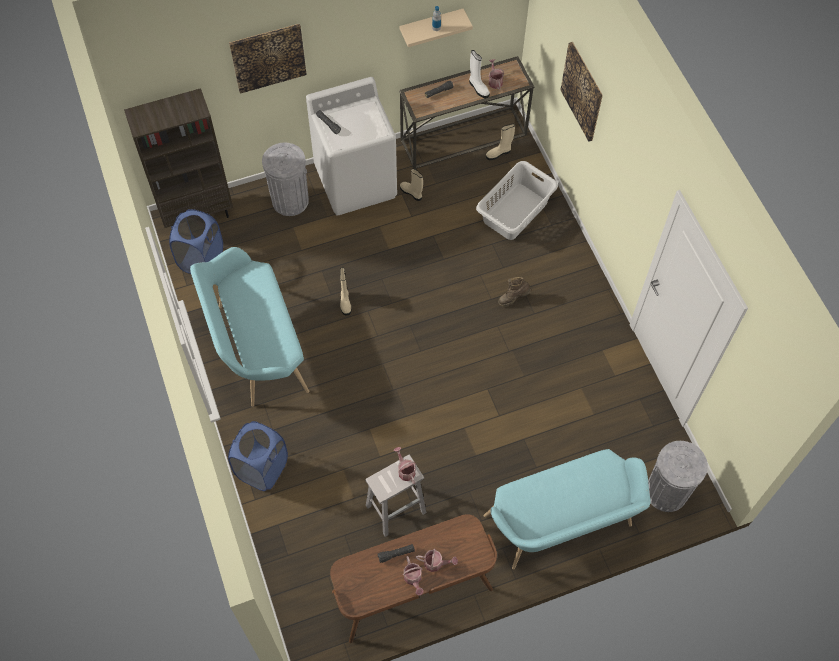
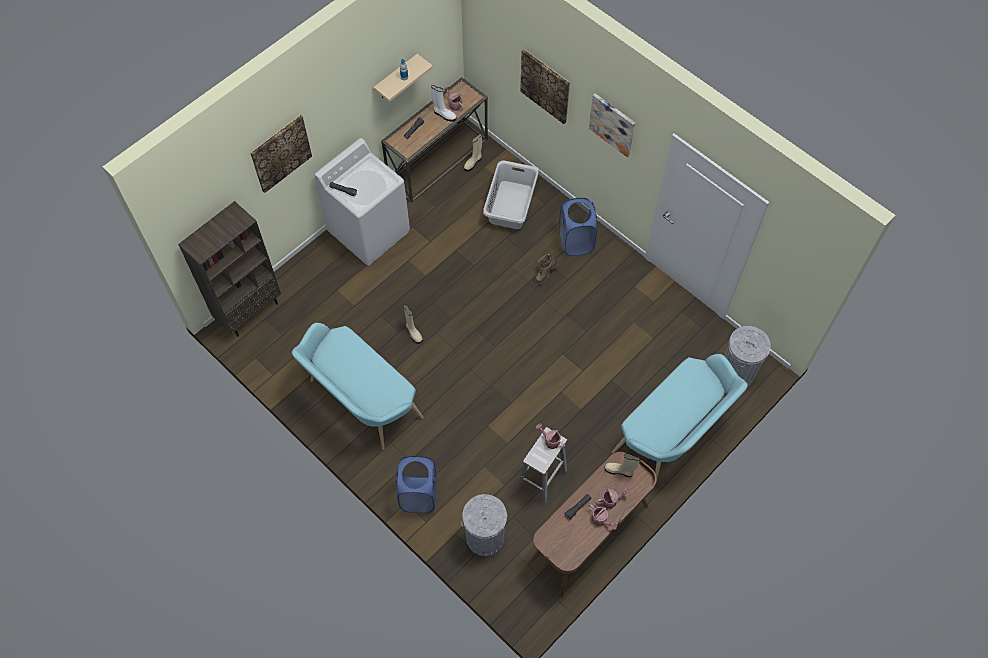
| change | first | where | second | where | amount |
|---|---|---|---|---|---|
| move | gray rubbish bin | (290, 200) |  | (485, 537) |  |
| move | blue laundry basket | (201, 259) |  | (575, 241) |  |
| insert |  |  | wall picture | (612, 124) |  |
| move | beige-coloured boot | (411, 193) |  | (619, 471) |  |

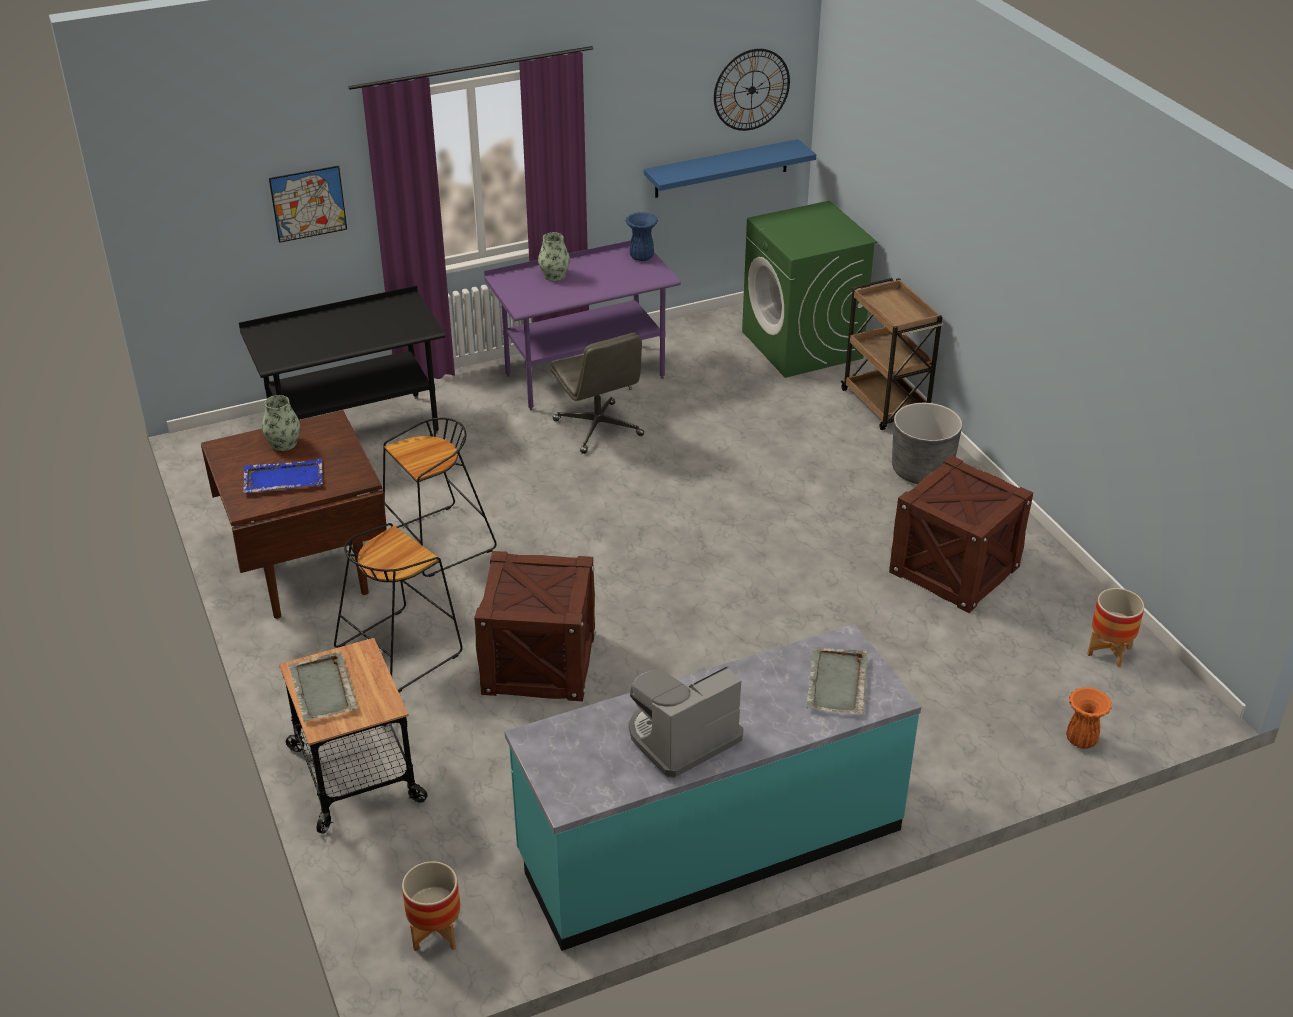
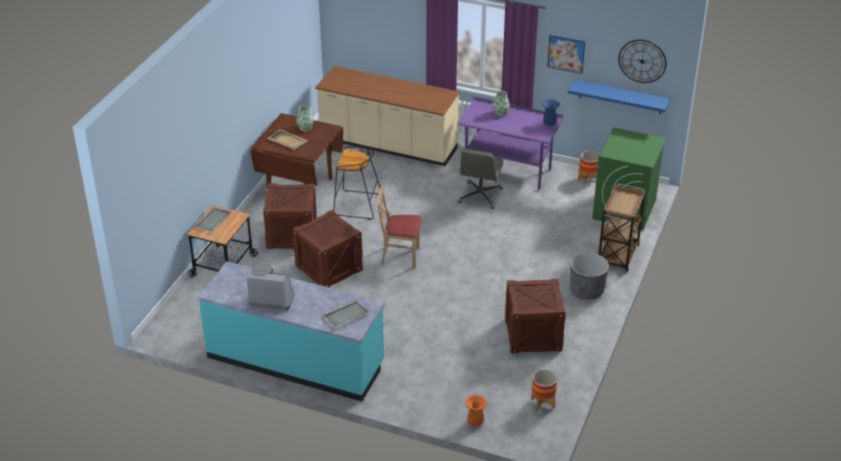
| change | first | where | second | where | amount |
|---|---|---|---|---|---|
| replace | blackish stool seat | (400, 649) | crate | (292, 234) |  |
| recolor | blue serving tray | (282, 478) | beige-coloured serving tray | (287, 140) |  |
| replace | blackish desk table | (355, 431) | beige-coloured counter | (388, 145) |  |
| insert |  |  | beige-coloured plain chair | (400, 256) |  |
| move | wall picture | (308, 203) |  | (566, 54) |  |
| move | flower pot | (435, 933) |  | (588, 180) |  |

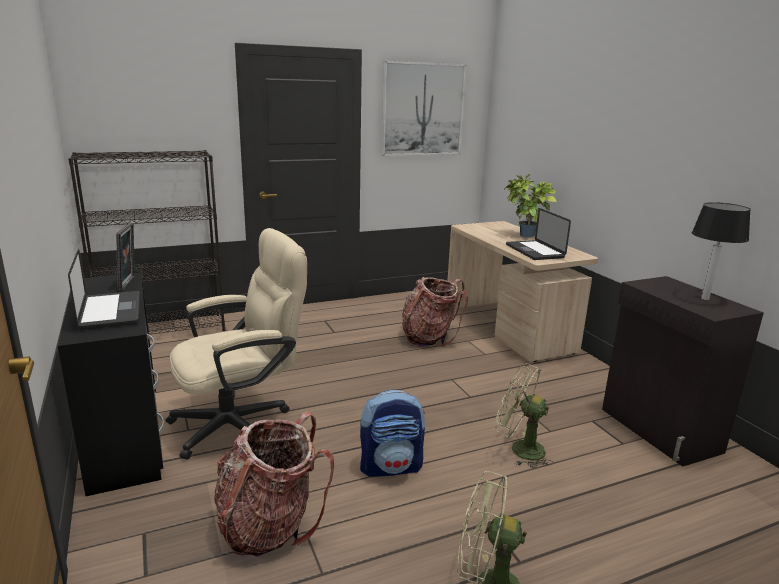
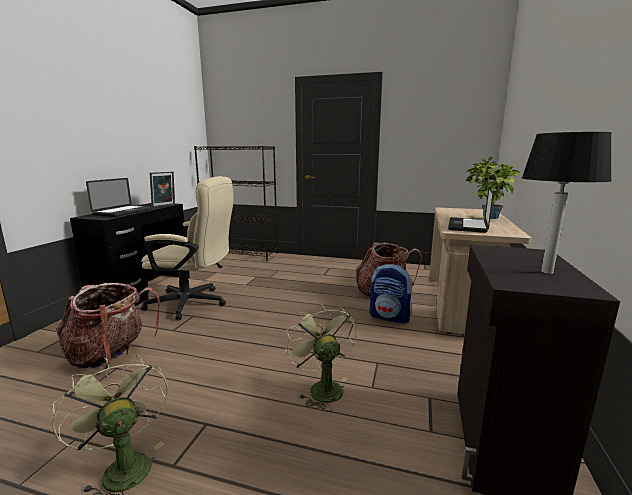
| change | first | where | second | where | amount |
|---|---|---|---|---|---|
| move | rucksack | (391, 466) |  | (390, 317) |  |
| delete | wall picture | (422, 110) |  |  |  |

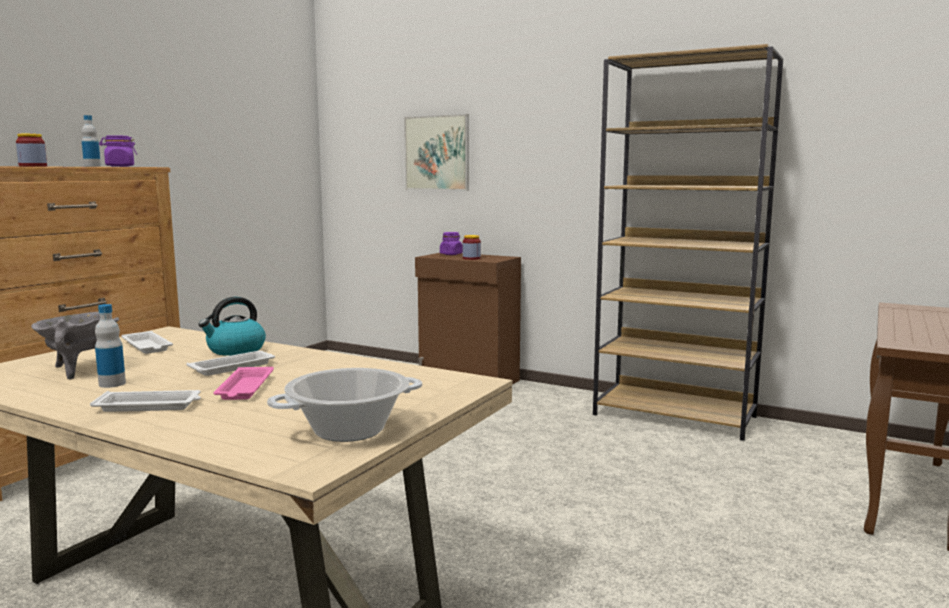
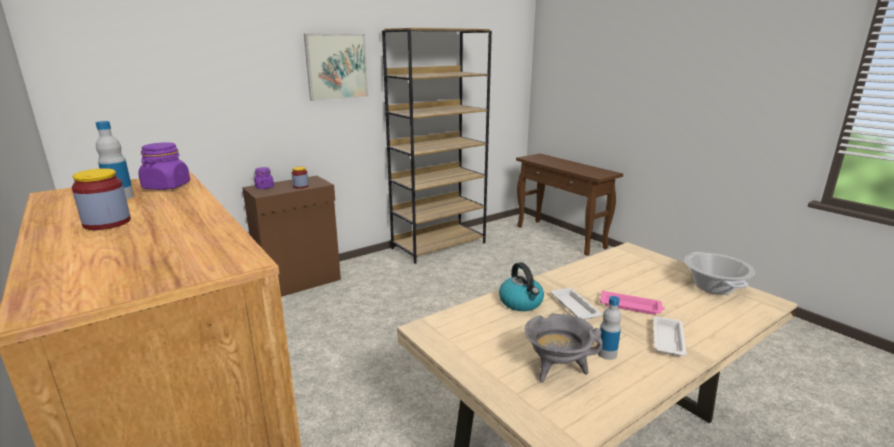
| change | first | where | second | where | amount |
|---|---|---|---|---|---|
| move | wall picture | (437, 153) |  | (337, 66) |  |
| delete | white serving tray | (147, 347) |  |  |  |

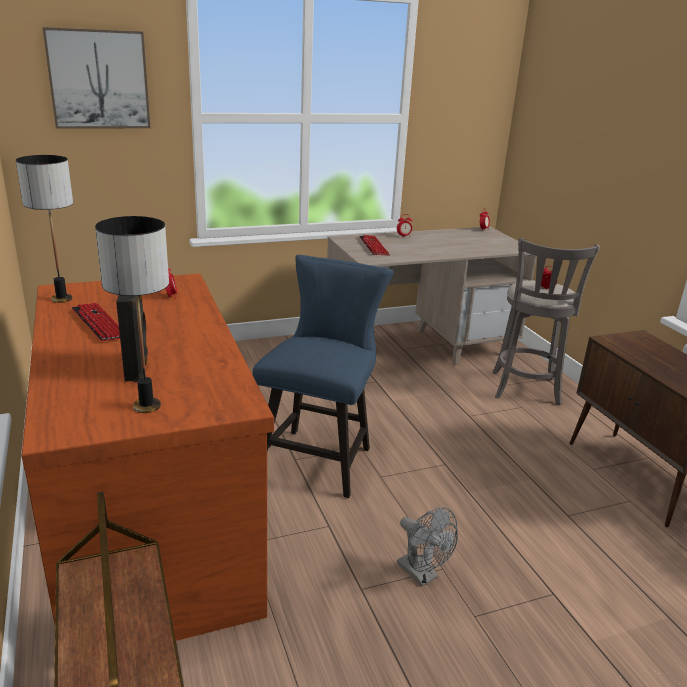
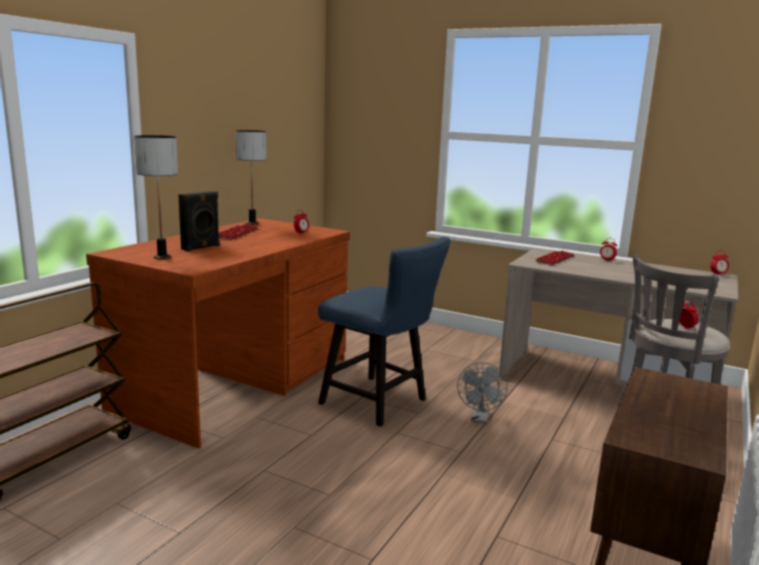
| change | first | where | second | where | amount |
|---|---|---|---|---|---|
| rotate | blue plain chair | (319, 456) |  | (380, 403) | 60 degrees clockwise |
| move | gray electric fan | (422, 574) |  | (479, 419) |  |
| delete | wall picture | (99, 79) |  |  |  |

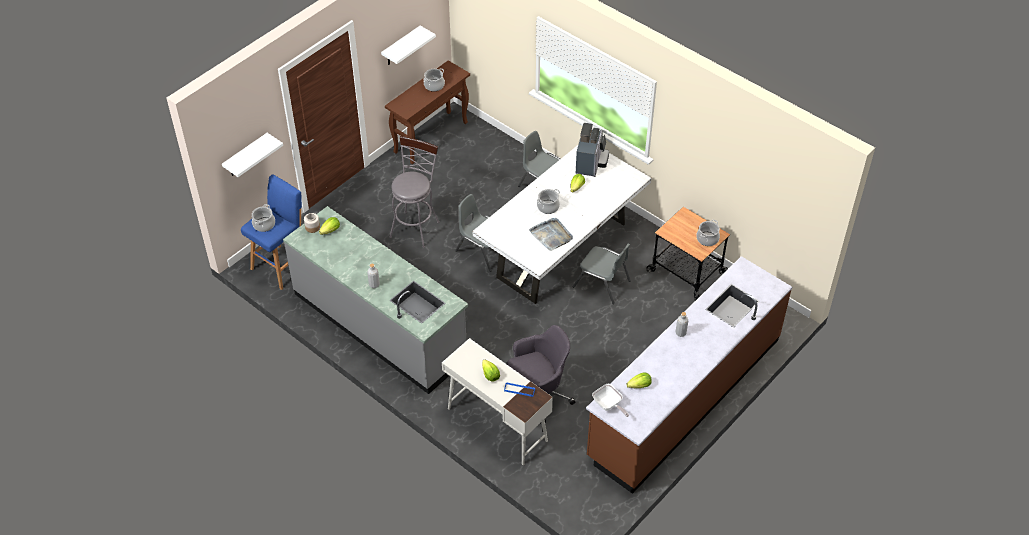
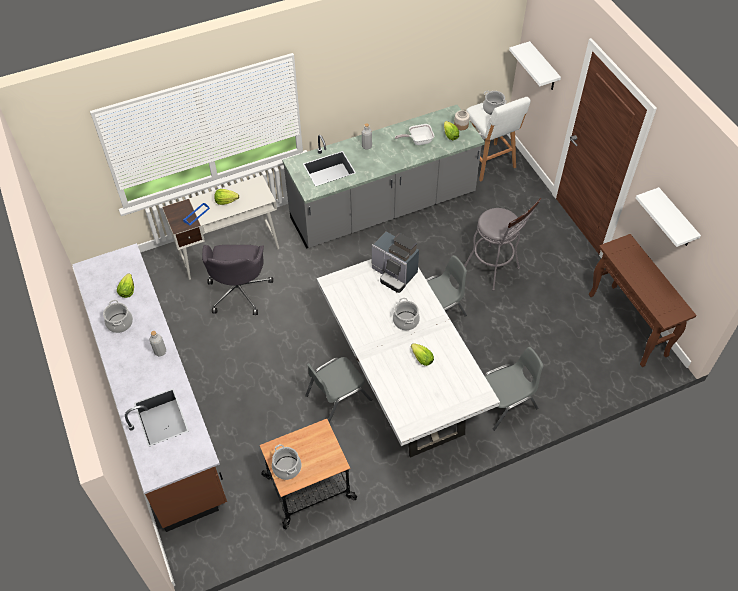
| change | first | where | second | where | amount |
|---|---|---|---|---|---|
| move | saucepot | (434, 85) |  | (120, 323) |  |
| move | coffee machine | (591, 163) |  | (394, 274) |  |
| move | frying pan | (608, 405) |  | (418, 141) |  |
| recolor | blue stool seat | (282, 266) | white stool seat | (489, 163) |  |
| delete | gray serving tray | (551, 235) |  |  |  |

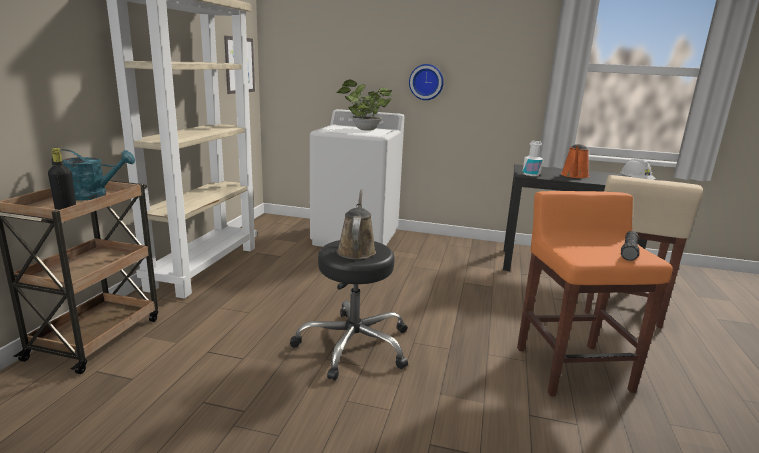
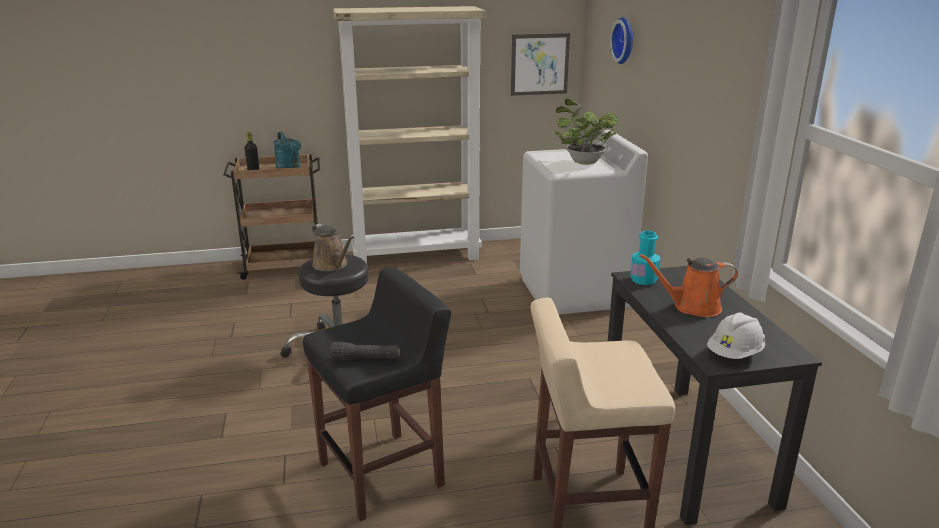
| change | first | where | second | where | amount |
|---|---|---|---|---|---|
| recolor | orangey stool seat | (571, 368) | blackish stool seat | (383, 474) |  |
| rotate | brownish watering pot | (356, 250) |  | (332, 265) | 75 degrees clockwise |
| move | wall clock | (426, 82) |  | (625, 40) |  |
| recolor | white drink bottle | (531, 174) | turquoise drink bottle | (643, 280) |  |

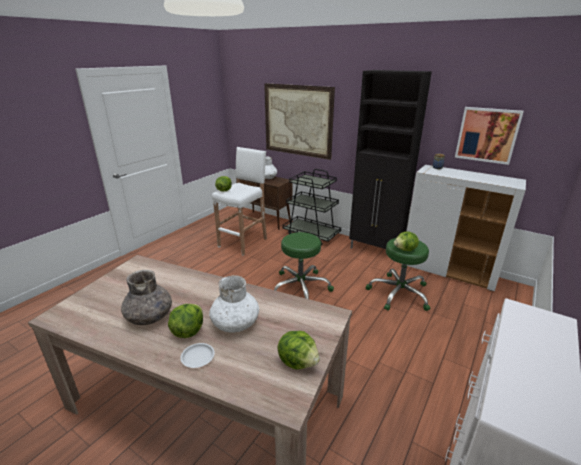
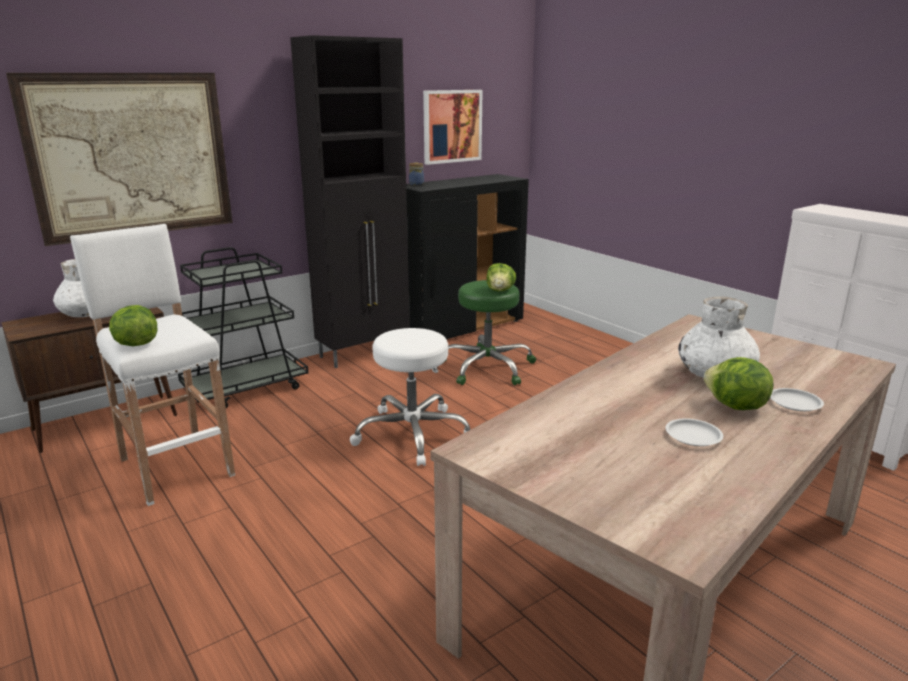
| change | first | where | second | where | amount |
|---|---|---|---|---|---|
| recolor | greenish stool seat | (301, 287) | white stool seat | (413, 434) |  |
| recolor | white storage cabinet | (448, 271) | blackish storage cabinet | (462, 327) |  |
| replace | gray decorative vase | (150, 316) | white flat dish | (692, 436) |  |
| delete | lettuce head | (298, 362) |  |  |  |

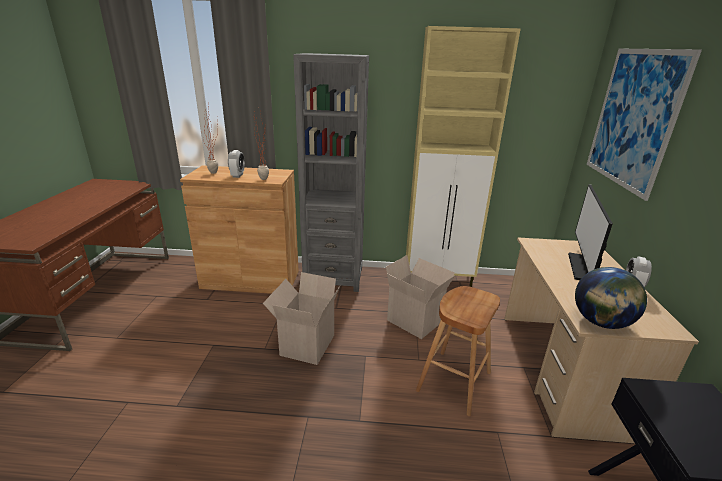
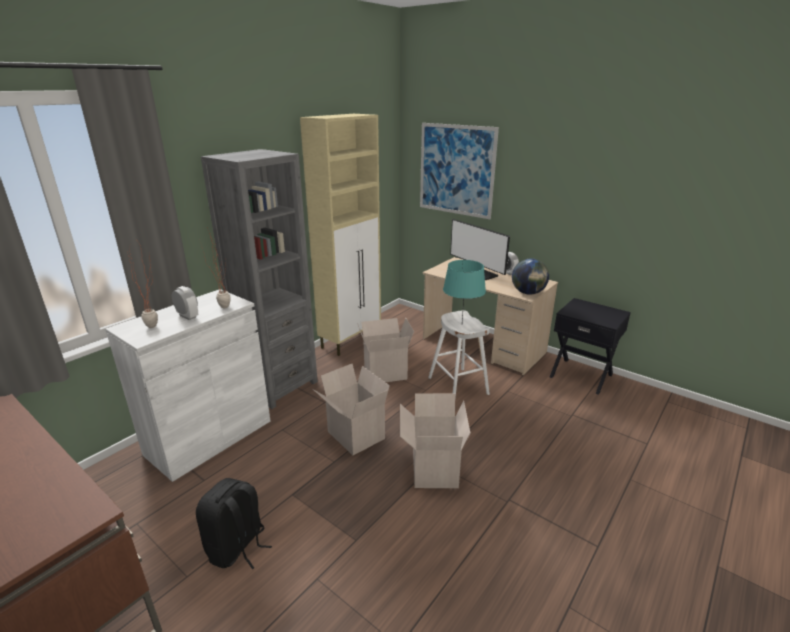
| change | first | where | second | where | amount |
|---|---|---|---|---|---|
| recolor | brownish storage cabinet | (250, 280) | white storage cabinet | (209, 437) |  |
| insert |  |  | blackish rucksack | (237, 547) |  |
| insert |  |  | cardboard box | (432, 469) |  |
| recolor | brownish stool seat | (454, 382) | white stool seat | (458, 386) |  |
| insert |  |  | turquoise table lamp | (461, 324) |  |

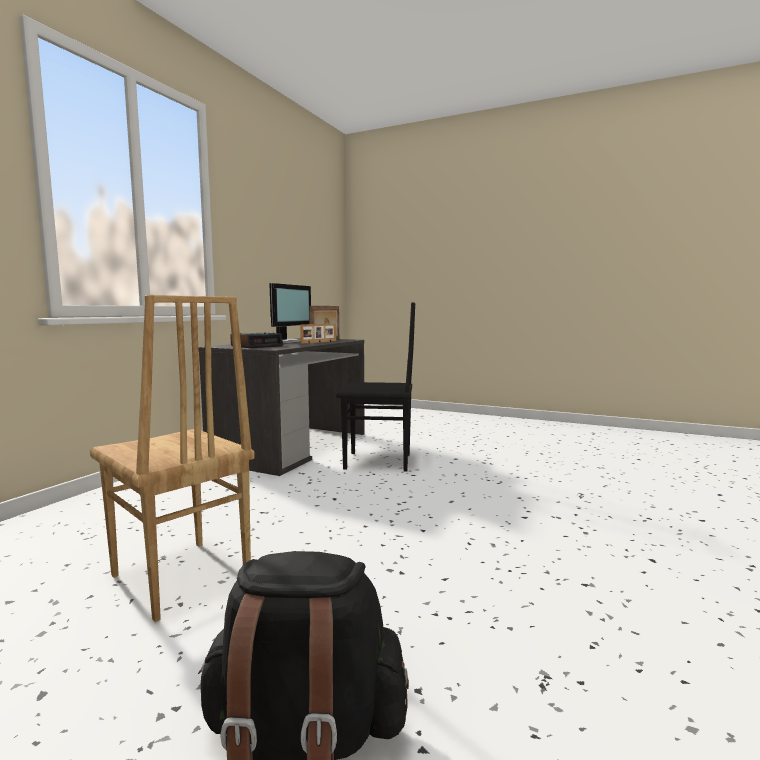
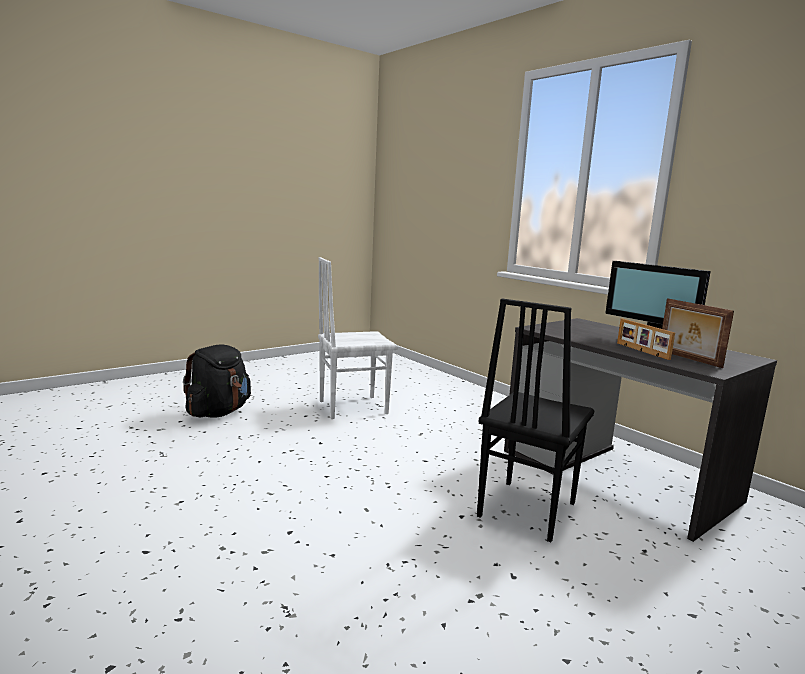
| change | first | where | second | where | amount |
|---|---|---|---|---|---|
| recolor | brownish plain chair | (179, 579) | white plain chair | (352, 407) |  |
| delete | table clock | (257, 346) |  |  |  |

